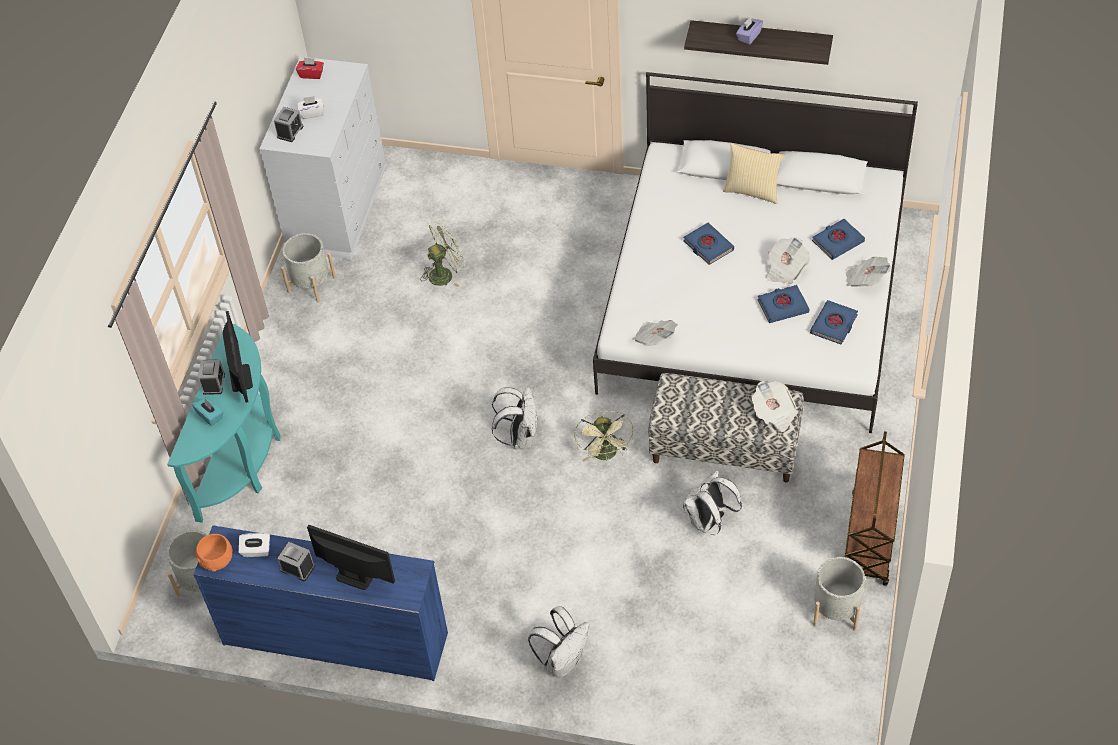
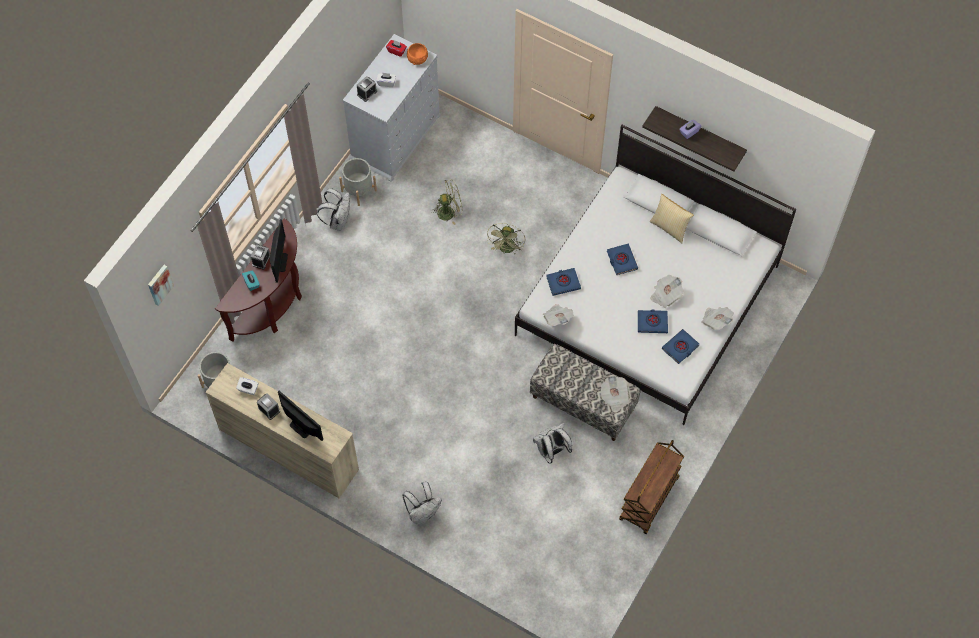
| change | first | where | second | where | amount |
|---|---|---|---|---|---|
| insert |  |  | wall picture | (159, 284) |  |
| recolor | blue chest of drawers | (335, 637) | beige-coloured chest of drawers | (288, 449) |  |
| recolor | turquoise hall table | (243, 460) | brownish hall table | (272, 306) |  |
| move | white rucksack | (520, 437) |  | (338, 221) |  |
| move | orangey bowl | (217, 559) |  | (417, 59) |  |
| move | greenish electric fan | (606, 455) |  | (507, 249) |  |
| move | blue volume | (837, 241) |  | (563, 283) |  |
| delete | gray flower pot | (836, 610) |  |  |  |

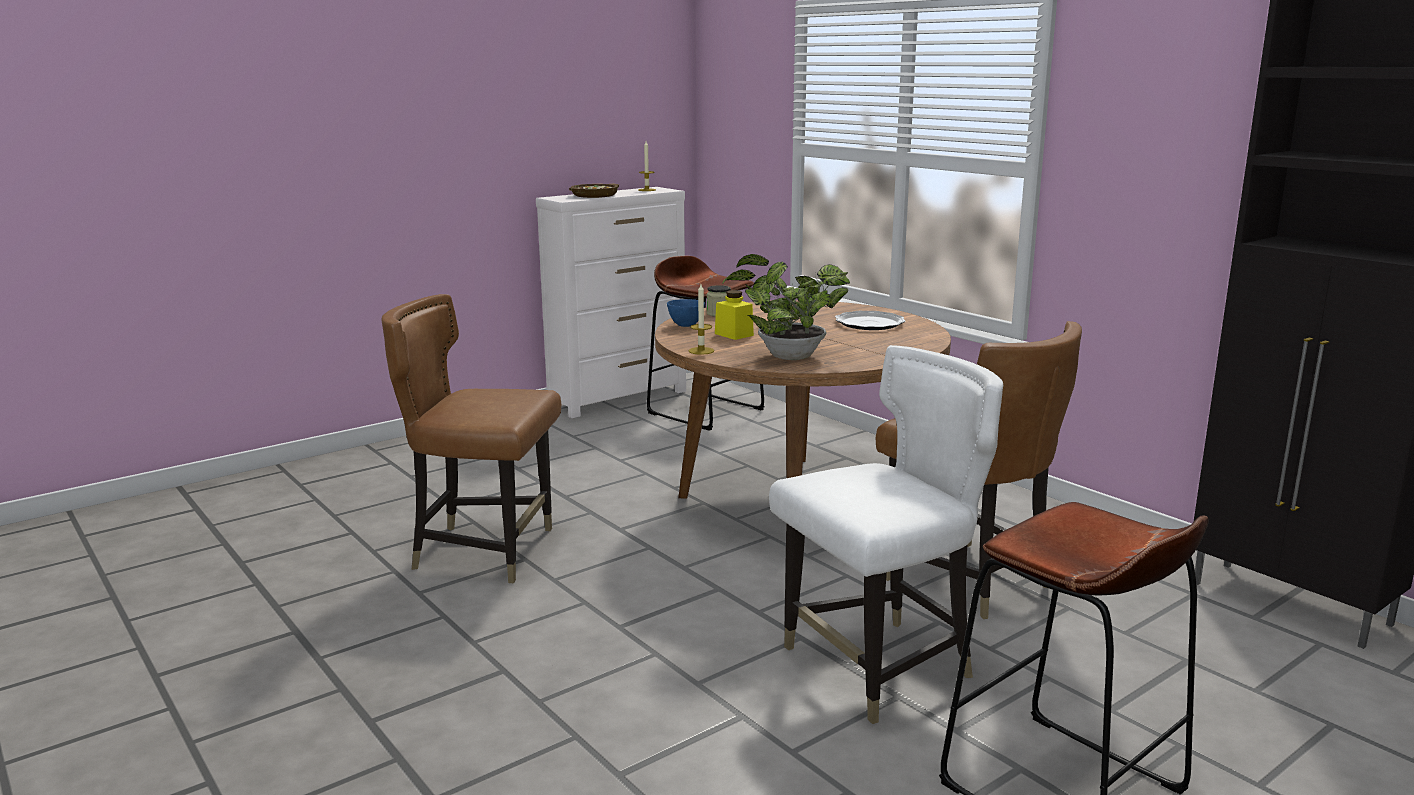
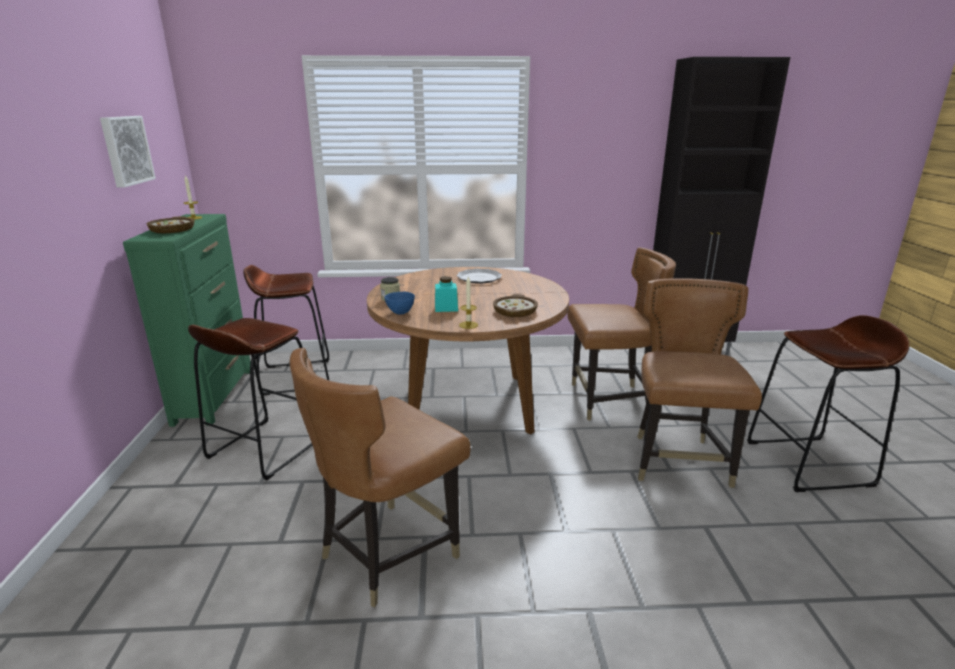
| change | first | where | second | where | amount |
|---|---|---|---|---|---|
| insert |  |  | wall picture | (125, 150) |  |
| recolor | white chest of drawers | (619, 398) | greenish chest of drawers | (215, 395) |  |
| insert |  |  | brownish stool seat | (265, 448) |  |
| recolor | yellow-coloured jar | (734, 334) | turquoise jar | (446, 308) |  |
| replace | plant in a pot | (786, 357) | bowl | (515, 311) |  |
| recolor | white plain chair | (879, 667) | brownish plain chair | (678, 461) |  |

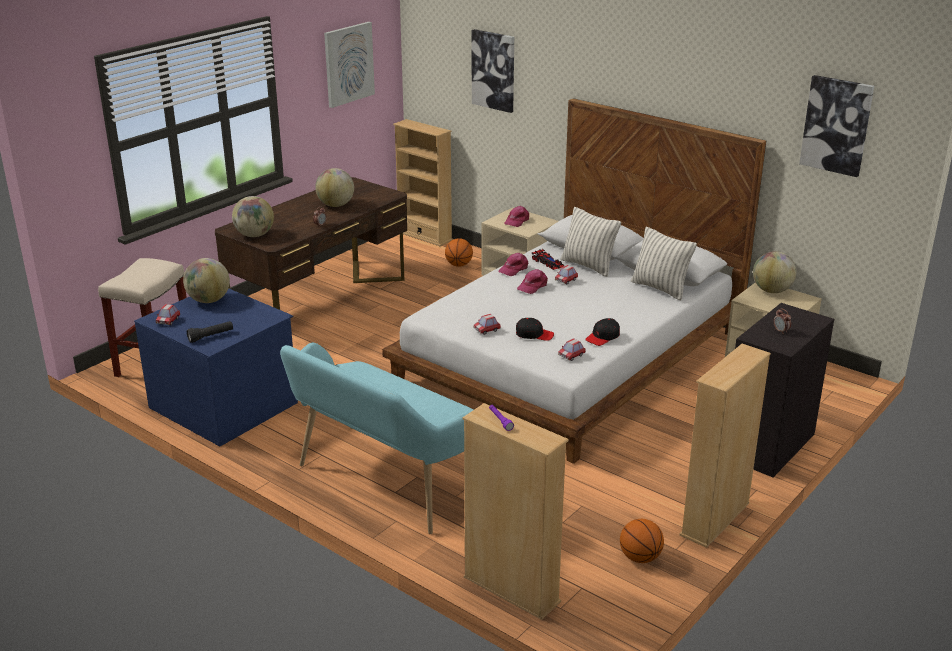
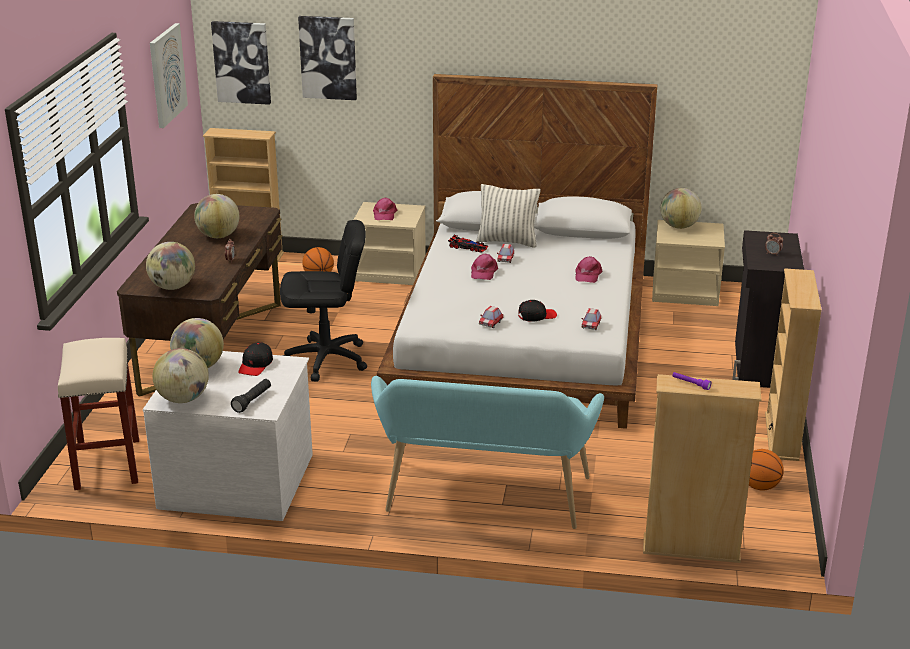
| change | first | where | second | where | amount |
|---|---|---|---|---|---|
| recolor | blue chest of drawers | (225, 404) | white chest of drawers | (237, 479) |  |
| replace | model car | (168, 321) | globe | (183, 399) |  |
| move | wall picture | (836, 125) |  | (242, 62) |  |
| move | blackish peaked cap | (603, 337) |  | (256, 365) |  |
| insert |  |  | blackish desk chair | (326, 360) |  |
| move | pinkish peaked cap | (514, 269) |  | (587, 275) |  |
| delete | pillow | (660, 288) |  |  |  |

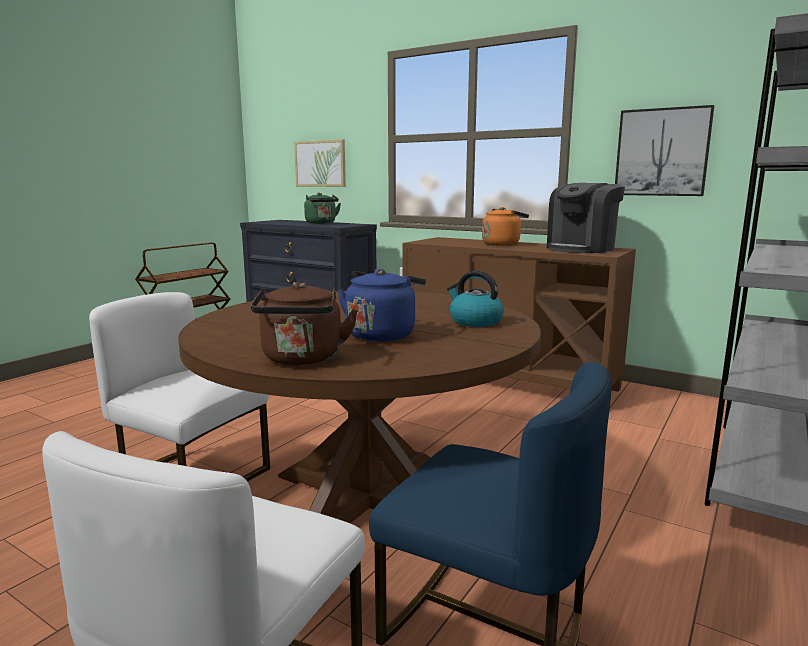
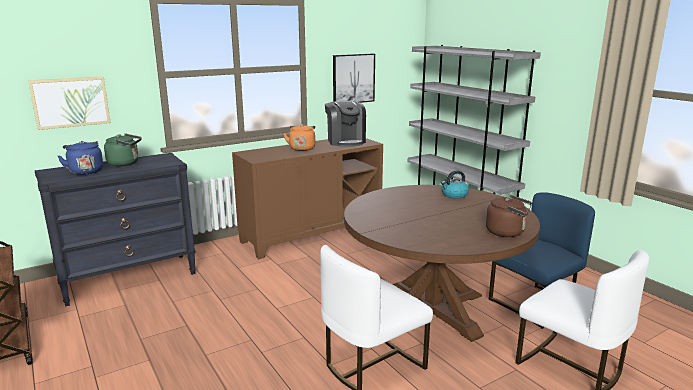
| change | first | where | second | where | amount |
|---|---|---|---|---|---|
| move | blue kettle | (382, 334) |  | (85, 171) |  |

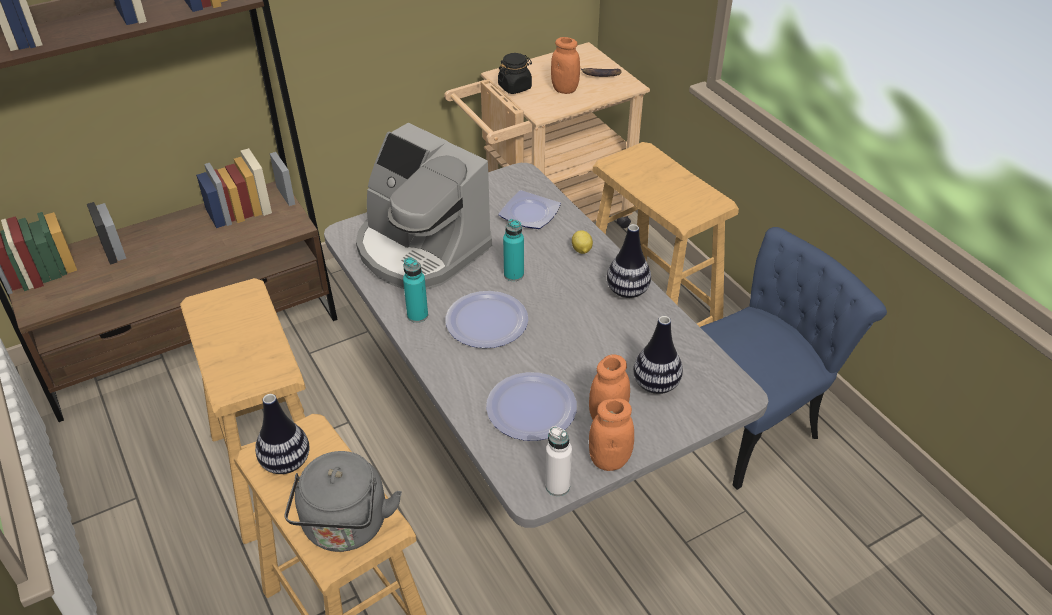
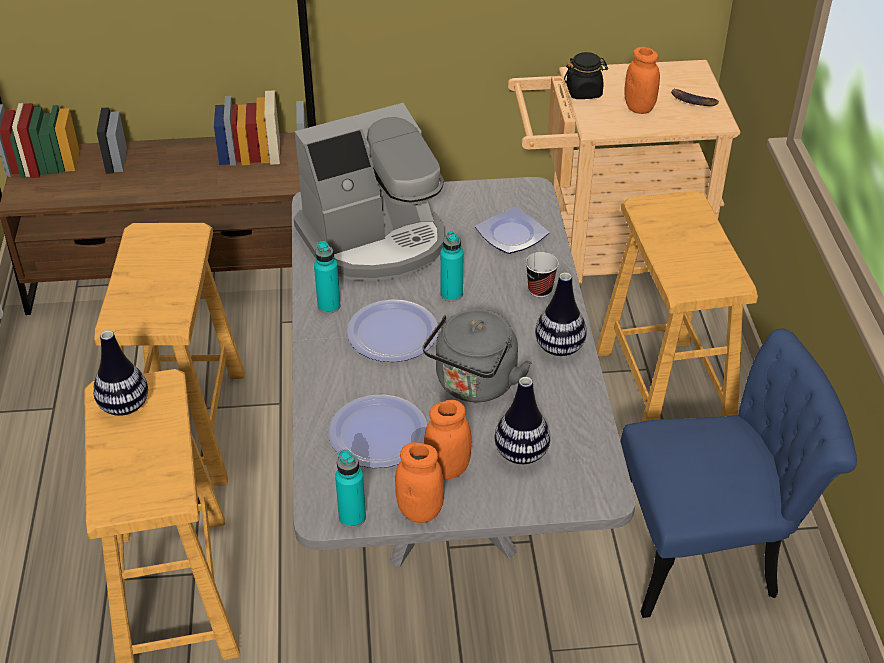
| change | first | where | second | where | amount |
|---|---|---|---|---|---|
| rotate | coffee machine | (420, 249) |  | (375, 240) | 90 degrees counterclockwise |
| recolor | white drink bottle | (557, 486) | turquoise drink bottle | (352, 517) |  |
| move | gray kettle | (345, 528) |  | (474, 385) |  |
| replace | citrus fruit | (581, 250) | small cup | (540, 290) |  |

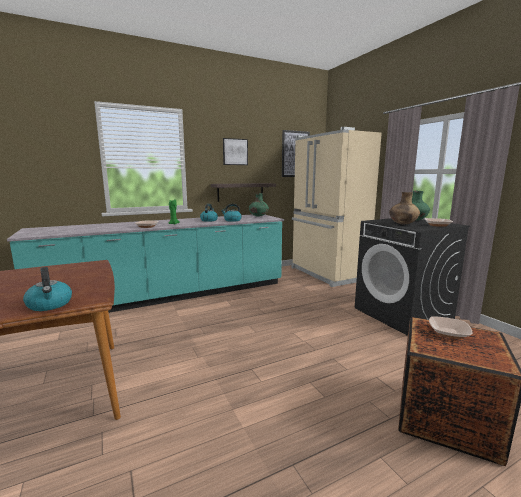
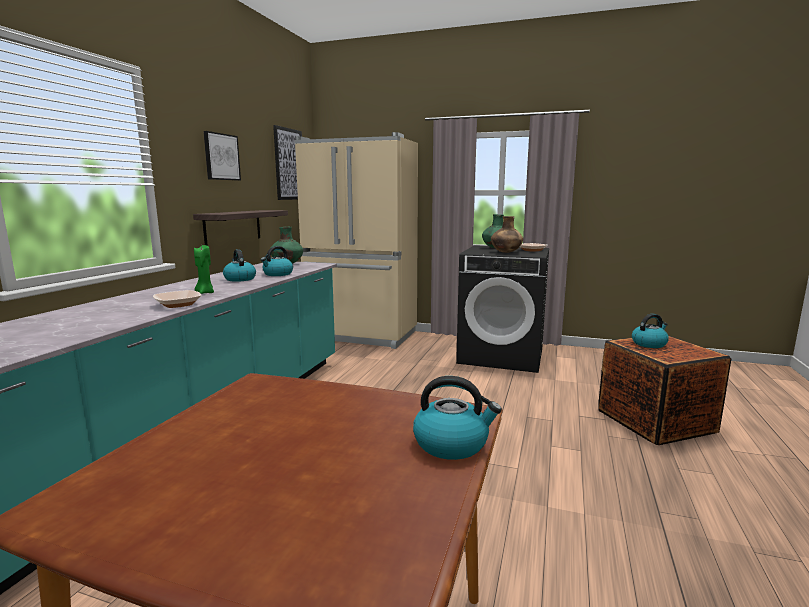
| change | first | where | second | where | amount |
|---|---|---|---|---|---|
| replace | bowl | (448, 333) | kettle | (649, 344) |  |

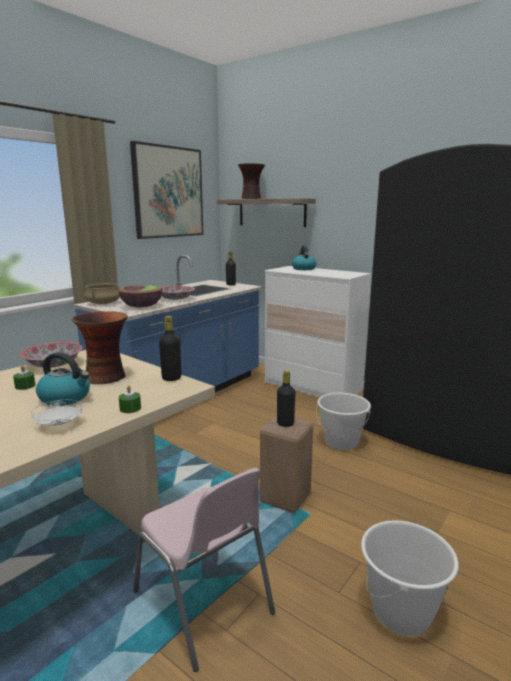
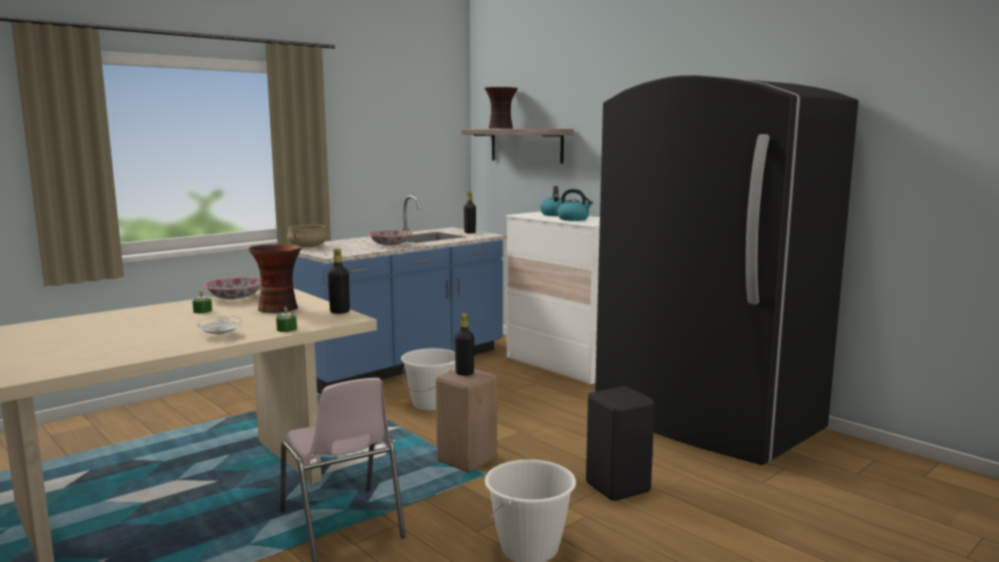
| change | first | where | second | where | amount |
|---|---|---|---|---|---|
| move | white bucket | (341, 442) |  | (431, 404) |  |
| move | kettle | (66, 398) |  | (573, 219) |  |
| insert |  |  | blackish stool seat | (617, 488) |  |
| delete | bowl | (141, 307) |  |  |  |
| delete | wall picture | (168, 192) |  |  |  |

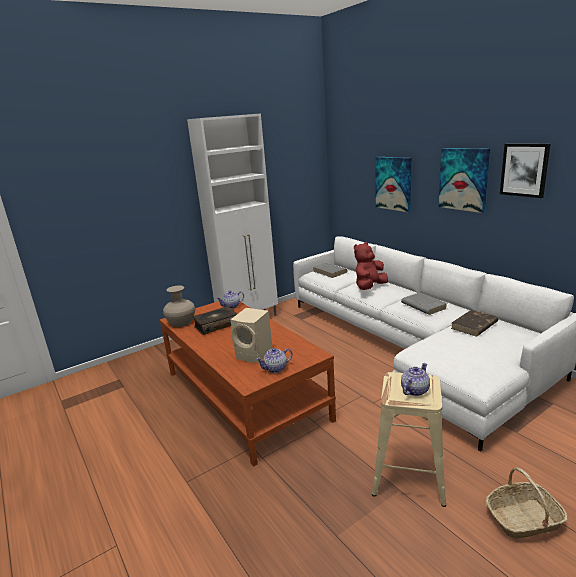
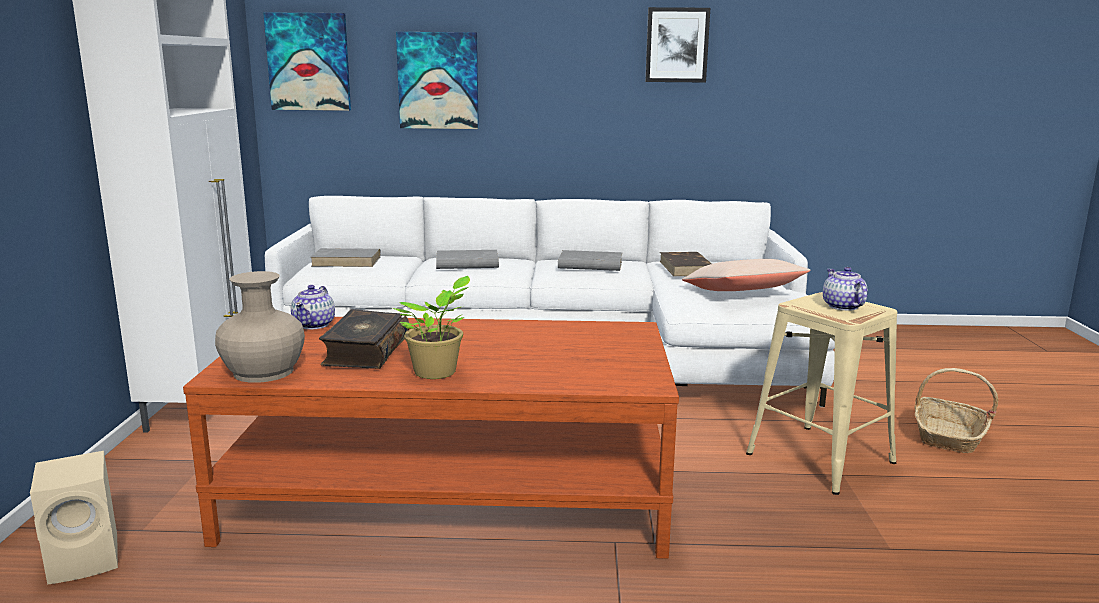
| change | first | where | second | where | amount |
|---|---|---|---|---|---|
| move | beige-coloured loudspeaker | (255, 354) |  | (87, 559) |  |
| move | wall picture | (463, 179) |  | (309, 62) |  |
| insert |  |  | plant in a pot | (438, 373) |  |
| replace | red-coloured cuddly toy | (369, 287) | gray volume | (466, 264) |  |
| insert |  |  | beige-coloured pillow | (742, 293) |  |
| delete | pot for tea | (276, 368) |  |  |  |

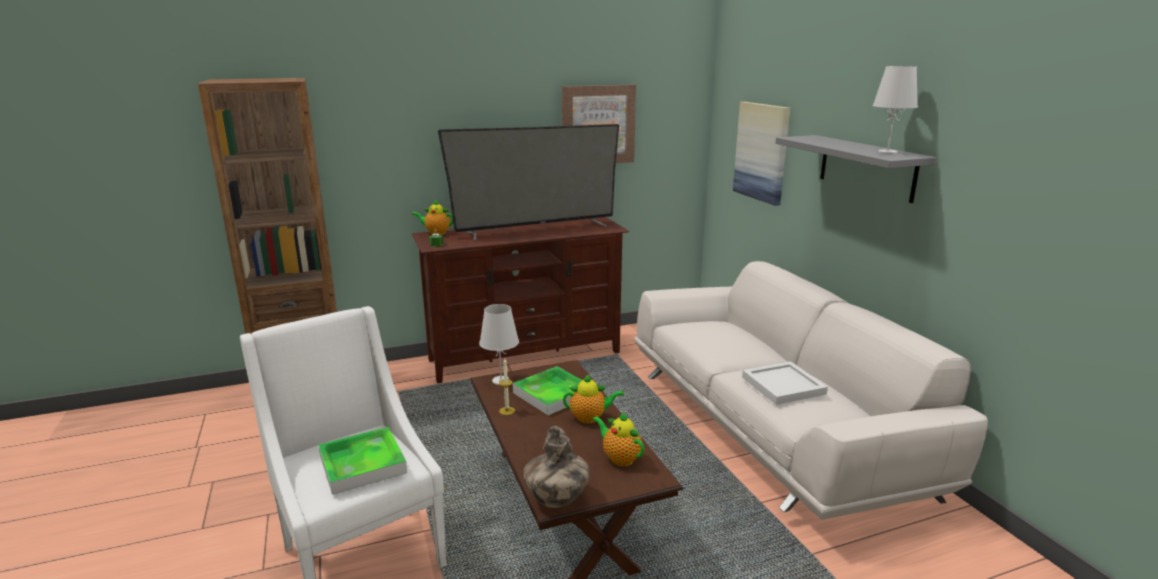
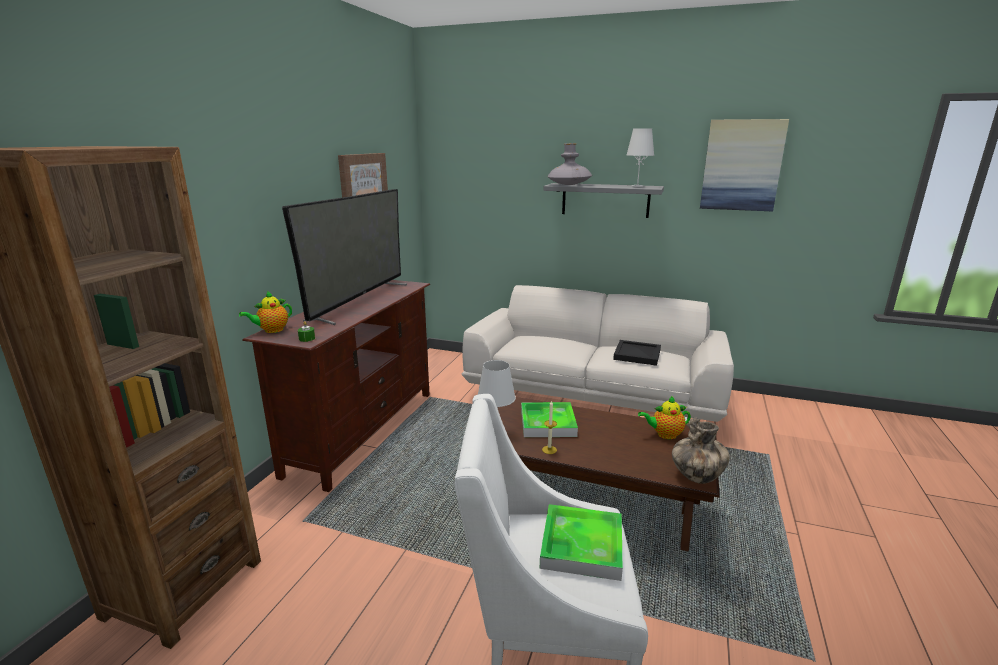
| change | first | where | second | where | amount |
|---|---|---|---|---|---|
| insert |  |  | gray decorative vase | (569, 184) |  |
| recolor | white serving tray | (784, 386) | blackish serving tray | (638, 354) |  |
| move | wall picture | (762, 152) |  | (741, 165) |  |
| delete | pot for tea | (590, 418) |  |  |  |

